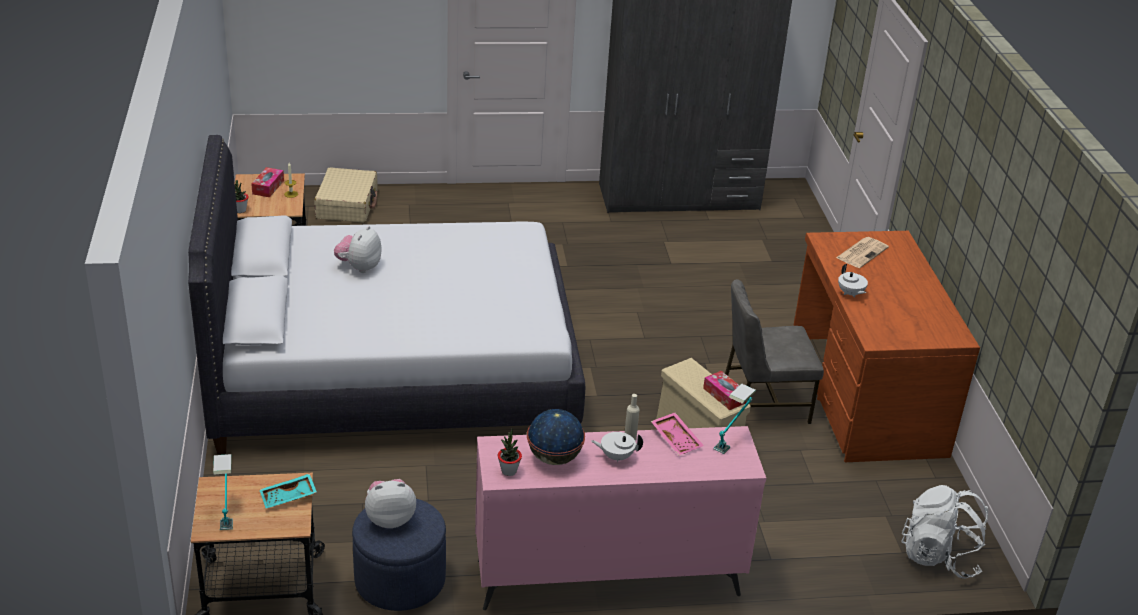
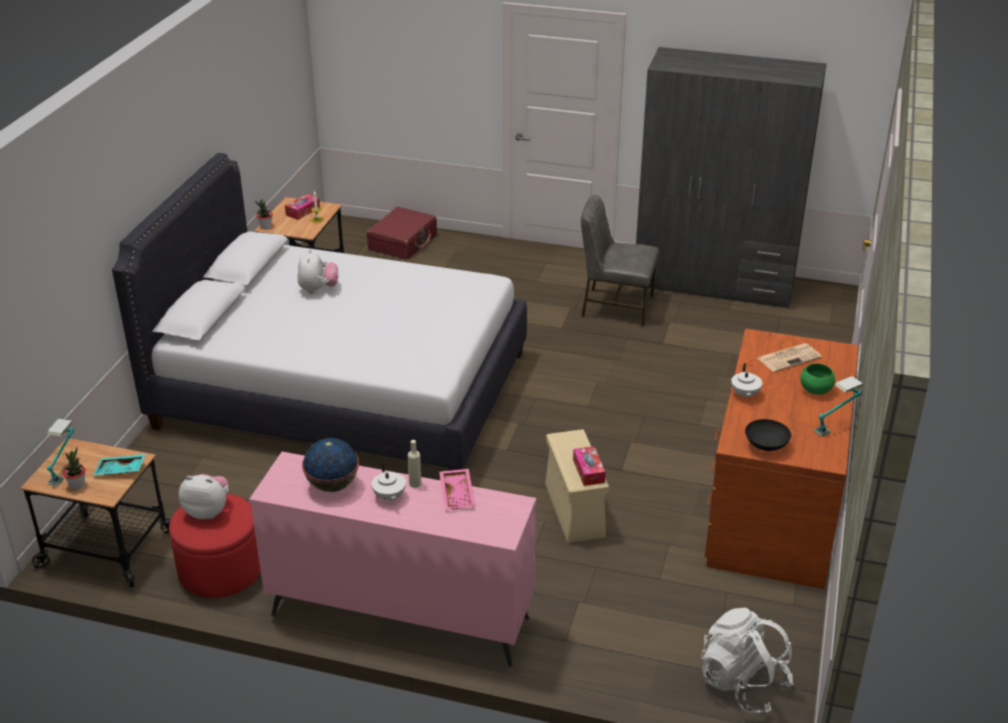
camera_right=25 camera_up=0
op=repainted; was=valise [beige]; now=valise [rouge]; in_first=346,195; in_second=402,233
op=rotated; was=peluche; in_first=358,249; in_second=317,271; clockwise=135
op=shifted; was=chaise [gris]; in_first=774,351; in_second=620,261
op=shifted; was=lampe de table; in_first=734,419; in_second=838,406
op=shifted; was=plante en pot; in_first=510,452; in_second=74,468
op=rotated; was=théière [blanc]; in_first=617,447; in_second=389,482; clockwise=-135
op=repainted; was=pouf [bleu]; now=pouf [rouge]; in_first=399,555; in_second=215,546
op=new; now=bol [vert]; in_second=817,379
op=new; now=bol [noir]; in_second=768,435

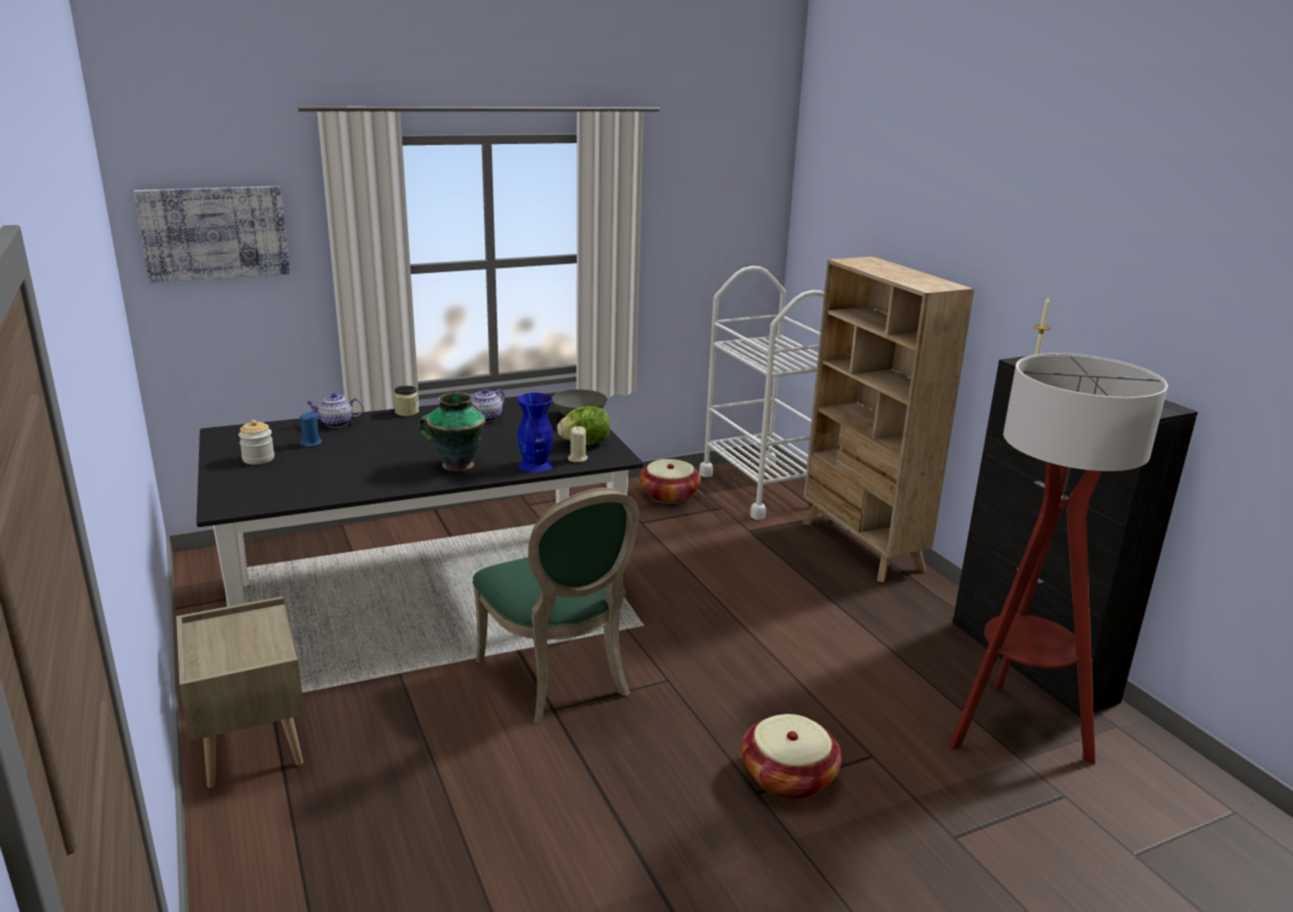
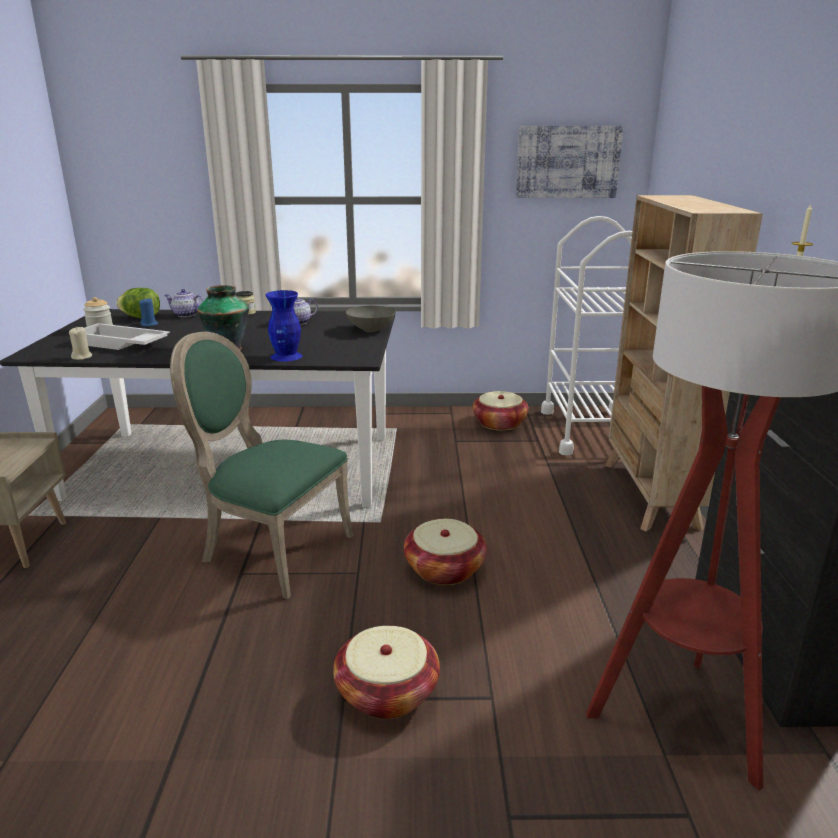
camera_right=25 camera_up=0
op=shifted; was=tableau; in_first=212,234; in_second=569,162
op=shifted; was=laitue; in_first=583,425; in_second=138,303
op=shifted; was=bougie [beige]; in_first=578,444; in_second=80,343
op=rotated; was=chaise [vert]; in_first=555,605; in_second=261,465; clockwise=120
op=new; now=plateau [blanc]; in_second=127,336
op=new; now=panier; in_second=445,552

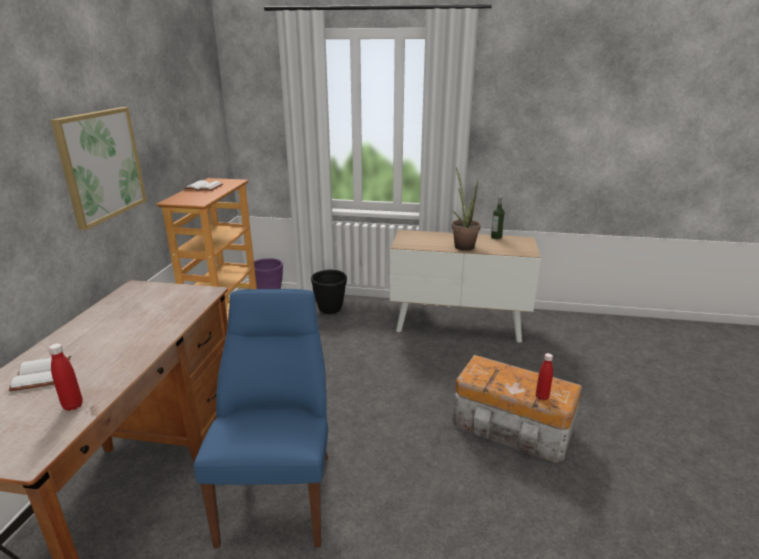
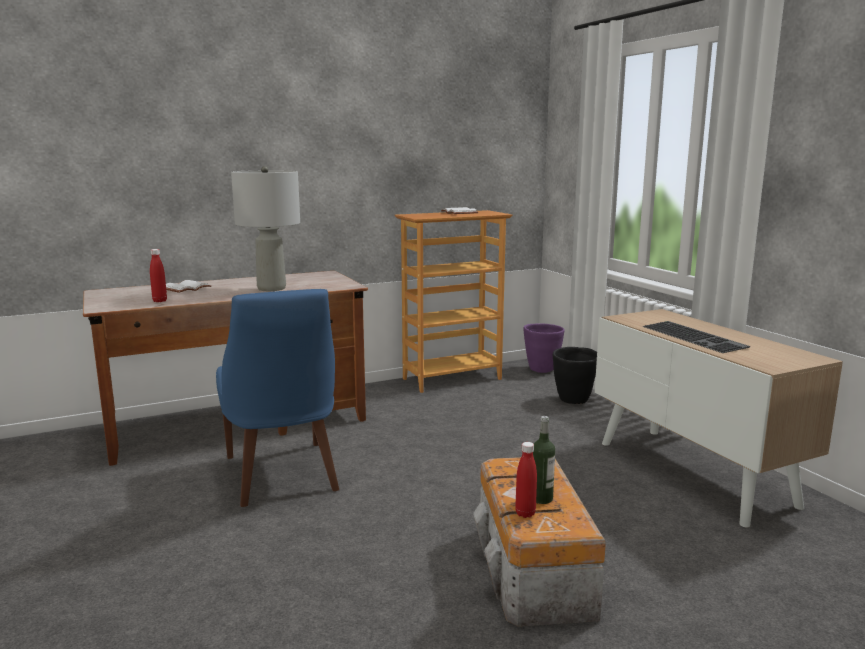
camera_right=55 camera_up=-10
op=gone; was=tableau; in_first=98,168
op=swapped; was=plante en pot; now=clavier; in_first=466,209; in_second=696,337
op=shifted; was=bouteille; in_first=498,217; in_second=544,460
op=rotated; was=chaise [bleu]; in_first=261,418; in_second=277,398; clockwise=105
op=new; now=lampe de table [gris]; in_second=265,228

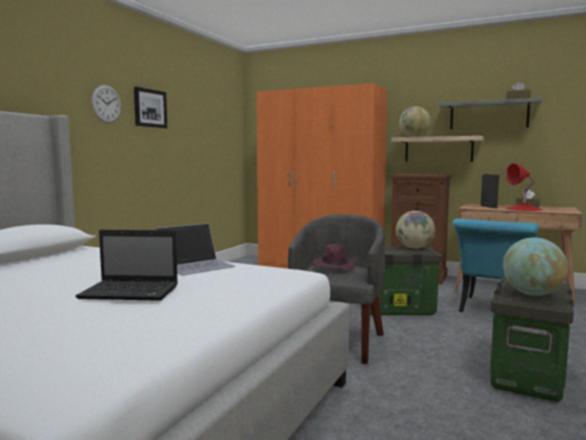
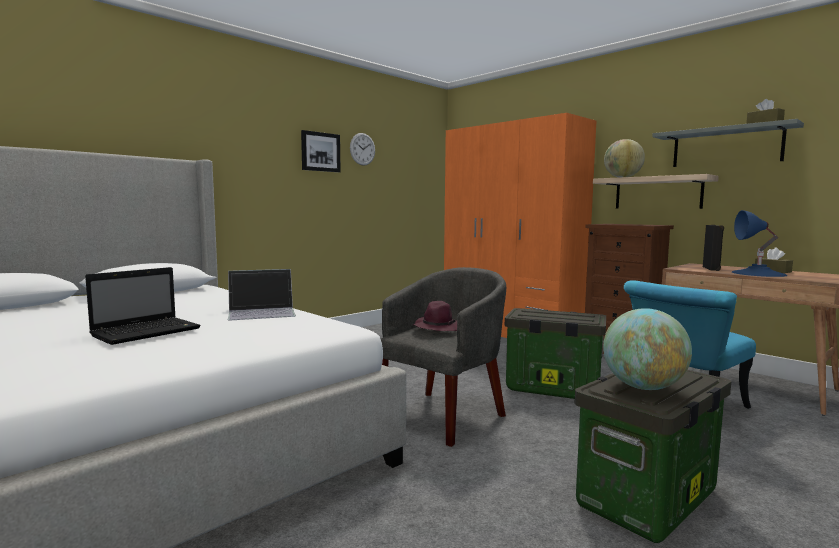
camera_right=20 camera_up=0
op=shifted; was=horloge murale; in_first=106,104; in_second=362,149
op=repainted; was=lampe de table [rouge]; now=lampe de table [bleu]; in_first=524,187; in_second=759,243
op=gone; was=globe; in_first=415,230
op=rotated; was=ordinateur portable; in_first=126,265; in_second=143,306; clockwise=-75

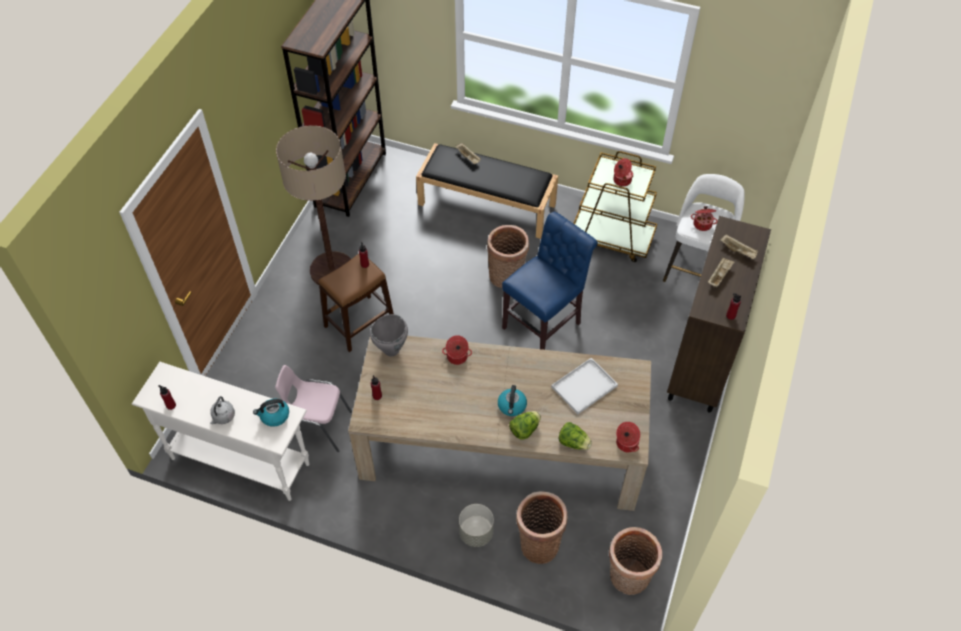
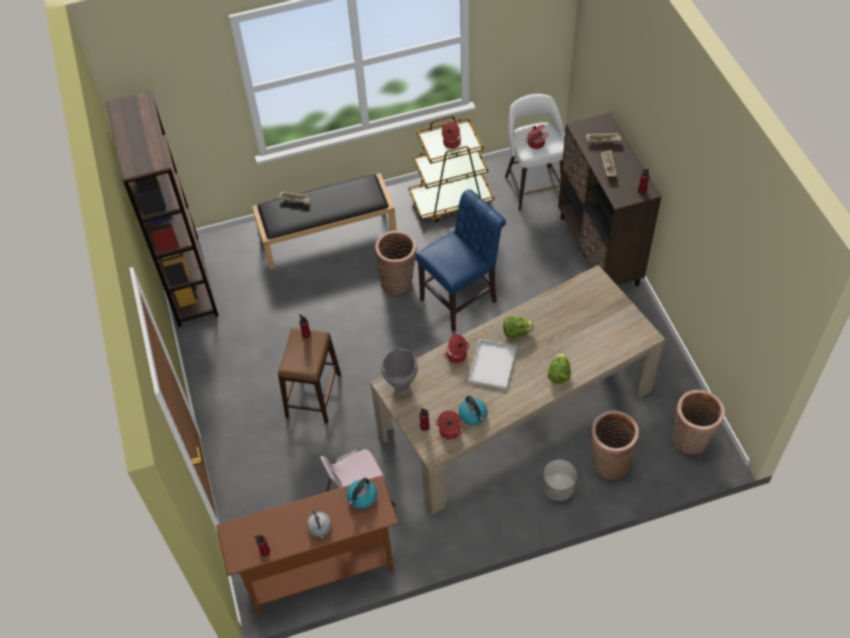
camera_right=-35 camera_up=0
op=gone; was=lampadaire; in_first=313,205
op=rotated; was=chaise [bleu]; in_first=550,281; in_second=461,260; clockwise=45
op=shifted; was=plateau [blanc]; in_first=584,386; in_second=492,364
op=repainted; was=table console [blanc]; now=table console [marron]; in_first=221,431; in_second=307,544
op=shifted; was=bouilloire; in_first=512,400; in_second=473,410
op=shifted; was=laitue; in_first=575,436; in_second=518,328
op=shifted; was=marmite; in_first=628,437; in_second=449,425

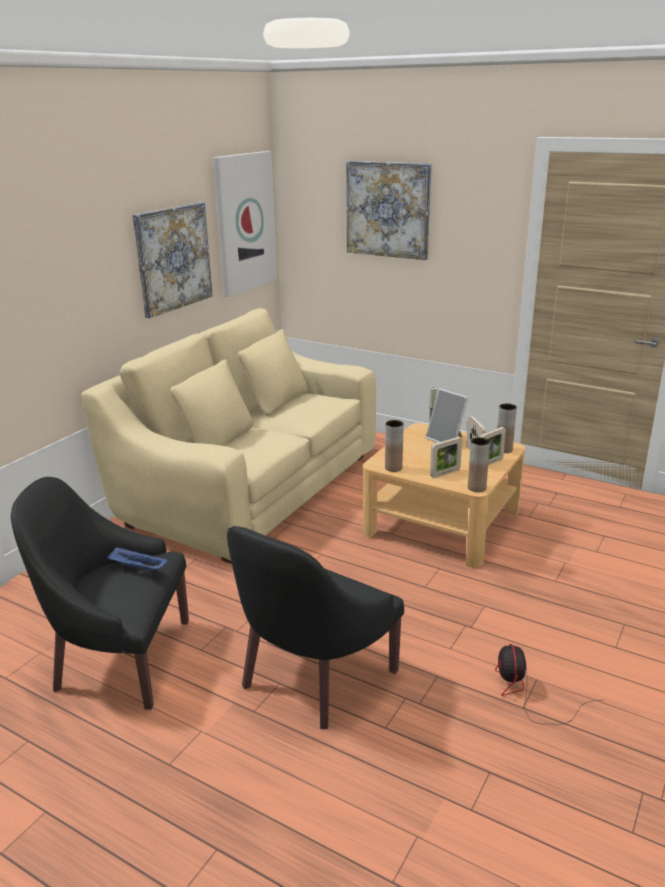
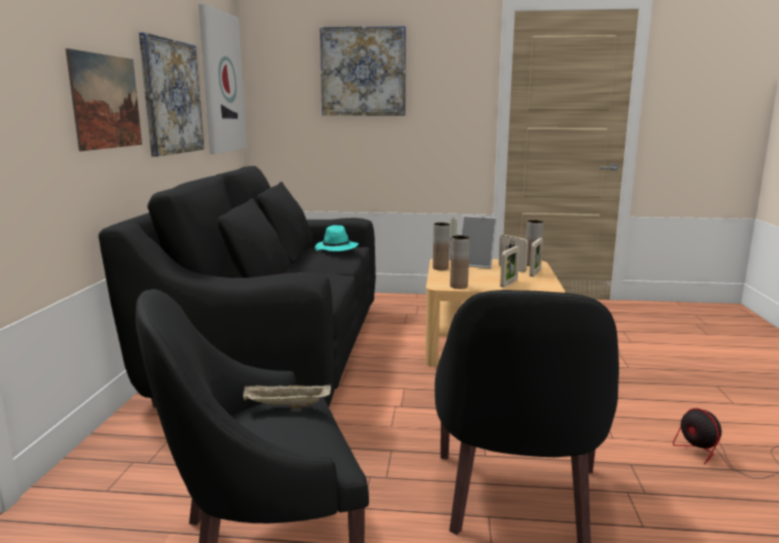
camera_right=-25 camera_up=-10
op=repainted; was=canapé [beige]; now=canapé [noir]; in_first=228,436; in_second=237,287
op=shifted; was=vase [marron]; in_first=479,464; in_second=441,246
op=repainted; was=plateau [bleu]; now=plateau [beige]; in_first=137,559; in_second=287,396
op=new; now=tableau; in_second=104,100
op=new; now=chapeau [turquoise]; in_second=337,238

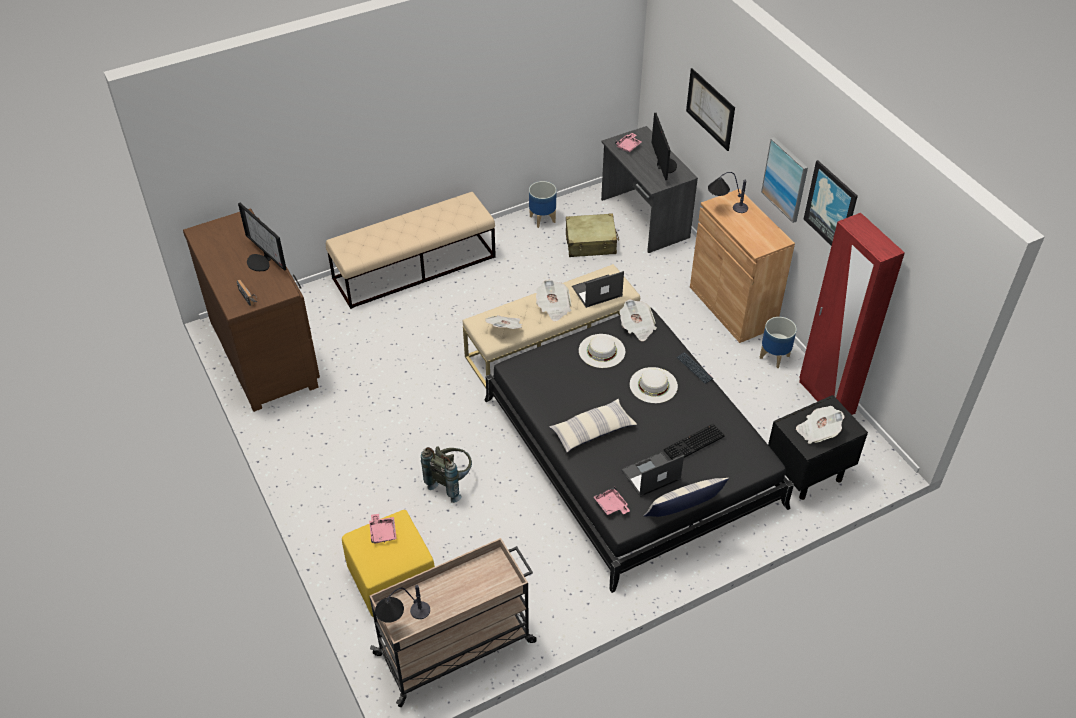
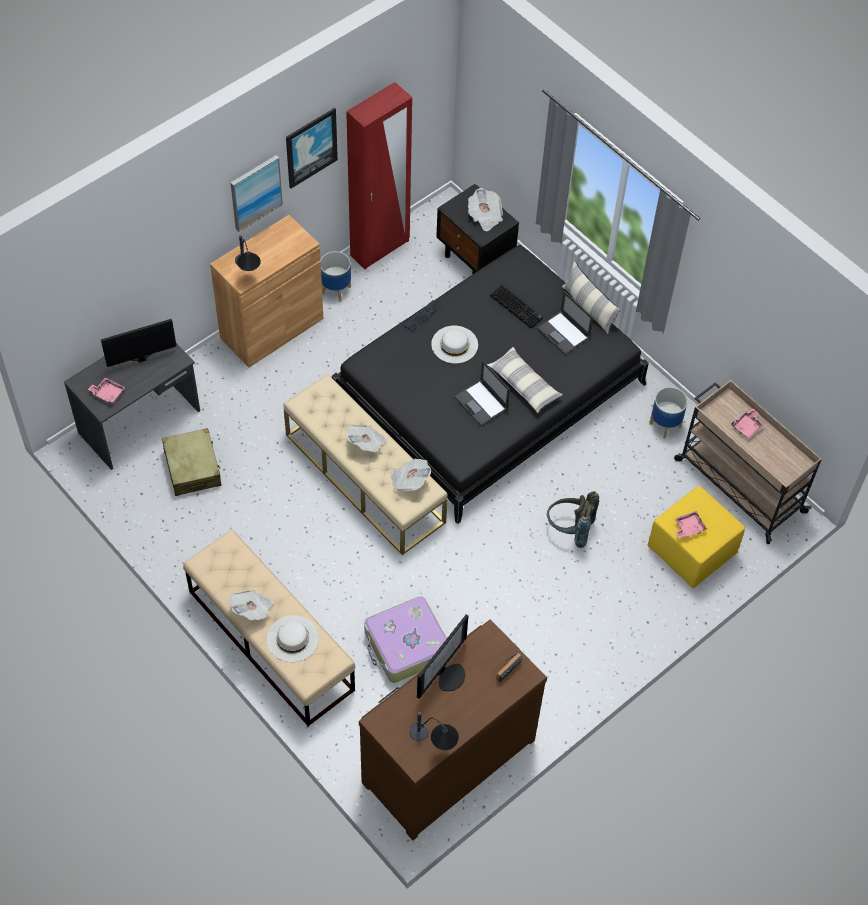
camera_right=-105 camera_up=10
op=gone; was=tableau; in_first=710,109
op=shifted; was=cache-pot; in_first=542,204; in_second=668,412
op=shifted; was=ordinateur portable; in_first=598,289; in_second=482,393
op=shifted; was=journal; in_first=638,320; in_second=251,605
op=shifted; was=chapeau [blanc]; in_first=602,351; in_second=293,638
op=shifted; was=plateau [rose]; in_first=612,500; in_second=747,424
op=shifted; was=lampe de table; in_first=402,604; in_second=434,731
op=new; now=valise; in_second=405,639

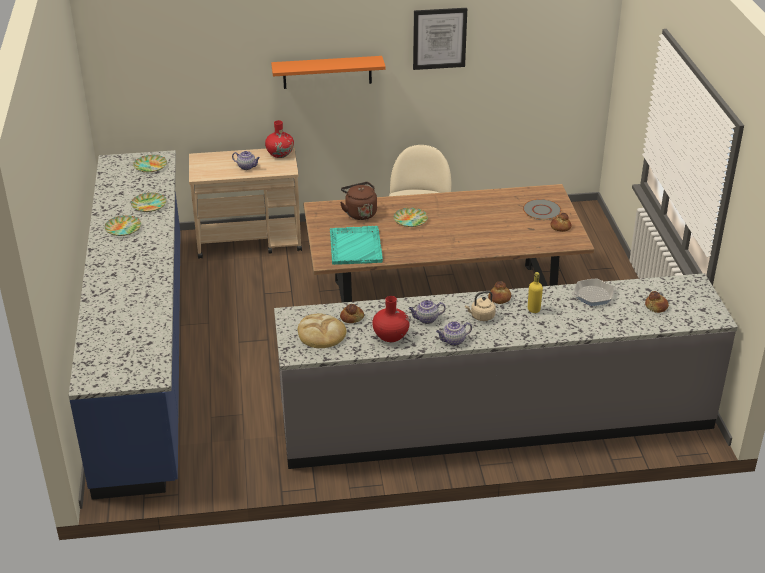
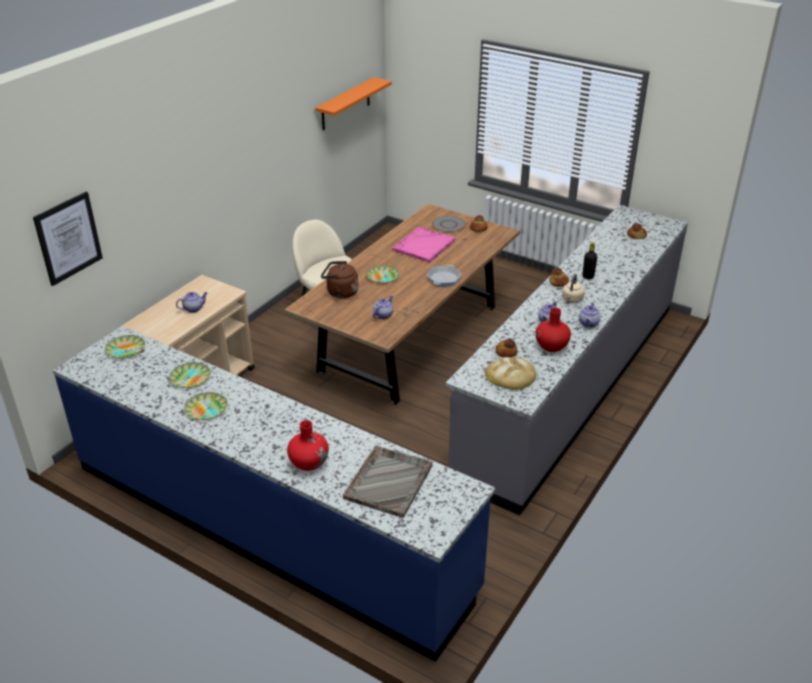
camera_right=-50 camera_up=0
op=shifted; was=tableau; in_first=440,39; in_second=68,239
op=shifted; was=étagère [orange]; in_first=328,72; in_second=353,104
op=shifted; was=vase [rouge]; in_first=279,139; in_second=308,445
op=swapped; was=plateau [turquoise]; now=théière; in_first=356,245; in_second=383,307
op=repainted; was=bouteille [jaune]; now=bouteille [noir]; in_first=535,292; in_second=589,260
op=shifted; was=poêle; in_first=594,292; in_second=444,275
op=new; now=plateau [rose]; in_second=424,245
op=new; now=plateau [gris]; in_second=387,482

